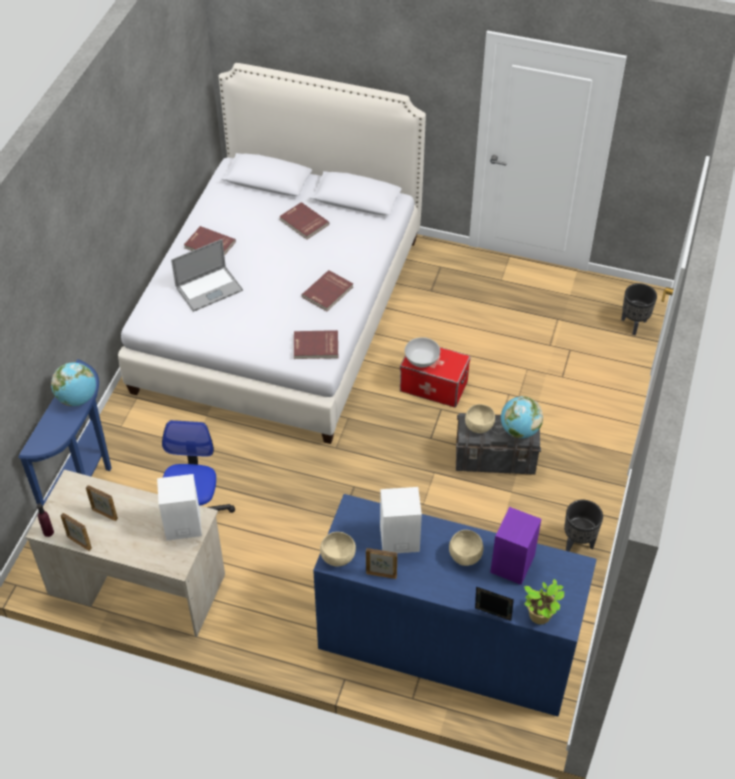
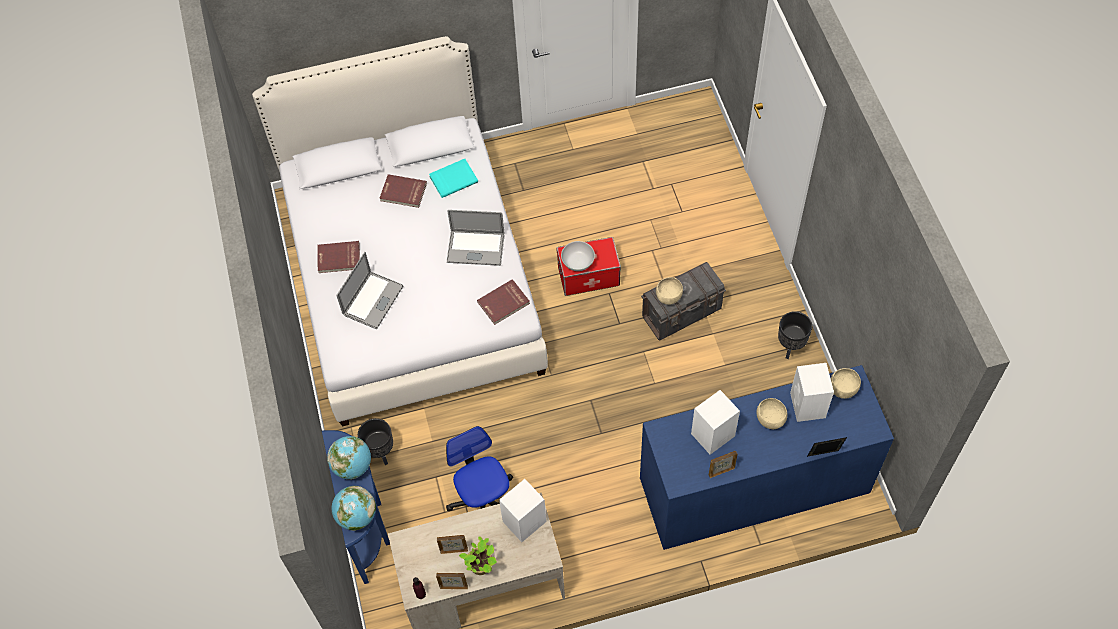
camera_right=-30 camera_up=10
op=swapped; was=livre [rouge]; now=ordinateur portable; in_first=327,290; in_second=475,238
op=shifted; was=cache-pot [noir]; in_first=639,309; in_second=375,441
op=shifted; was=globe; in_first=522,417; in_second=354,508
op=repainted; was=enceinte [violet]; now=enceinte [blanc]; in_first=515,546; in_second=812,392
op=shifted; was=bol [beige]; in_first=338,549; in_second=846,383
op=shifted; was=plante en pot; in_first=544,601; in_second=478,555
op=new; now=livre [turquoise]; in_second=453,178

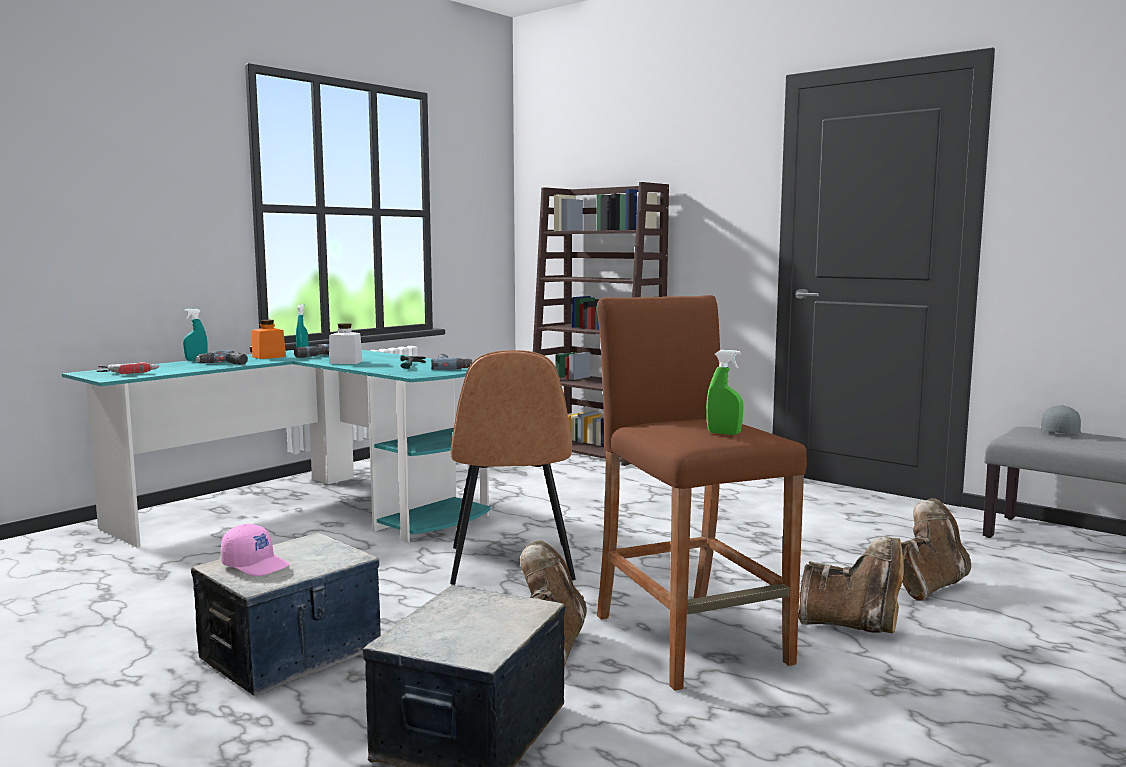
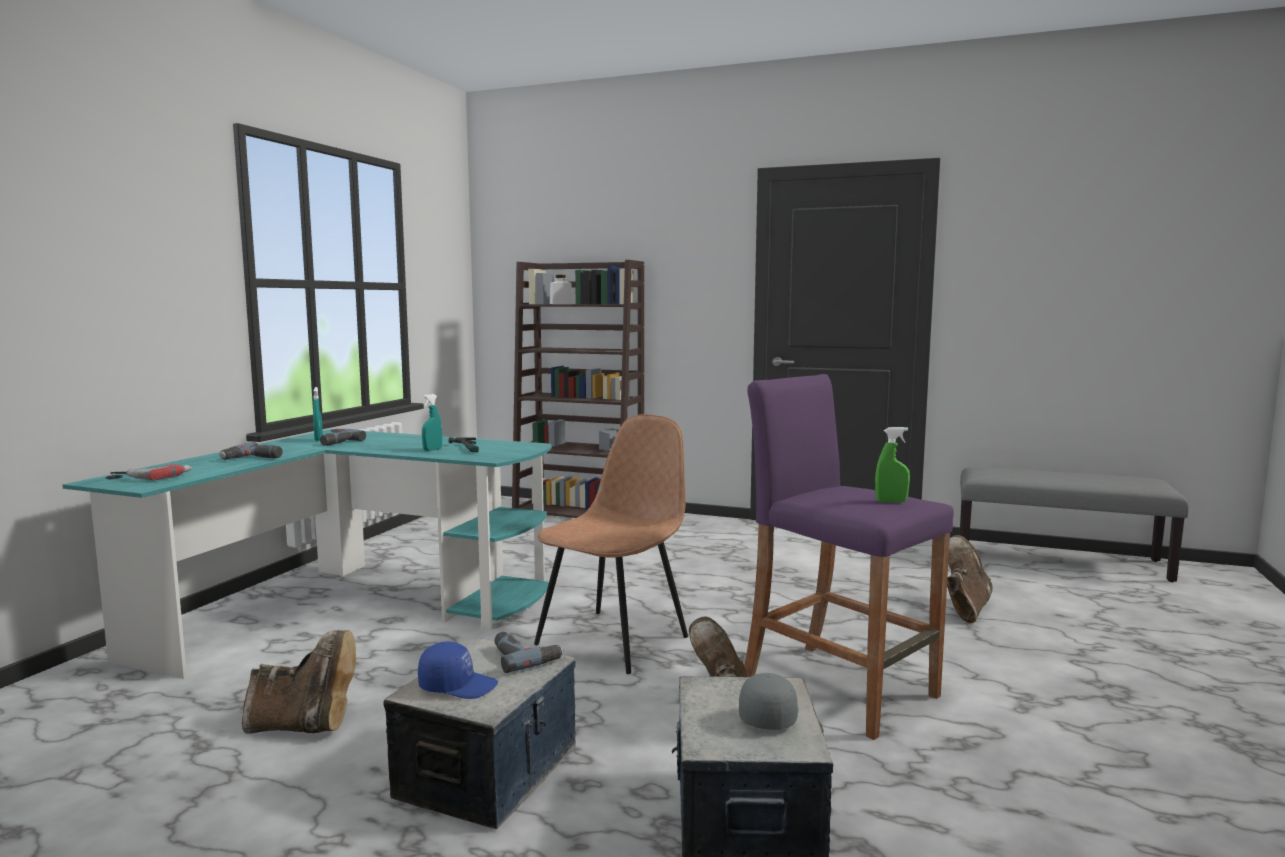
camera_right=-20 camera_up=0
op=repainted; was=tabouret [marron]; now=tabouret [violet]; in_first=702,493; in_second=849,557
op=shifted; was=vaporisateur [turquoise]; in_first=195,334; in_second=432,422
op=gone; was=bocal [orange]; in_first=269,339
op=shifted; was=bocal [blanc]; in_first=346,343; in_second=561,289
op=rotated; was=chaise [marron]; in_first=513,467; in_second=611,544; clockwise=-120
op=shifted; was=perceuse; in_first=452,362; in_second=529,652
op=shifted; was=casquette [gris]; in_first=1061,419; in_second=769,701
op=repainted; was=casquette [rose]; now=casquette [bleu]; in_first=255,550; in_second=458,670
op=shifted; was=botte [marron]; in_first=851,585; in_second=299,682

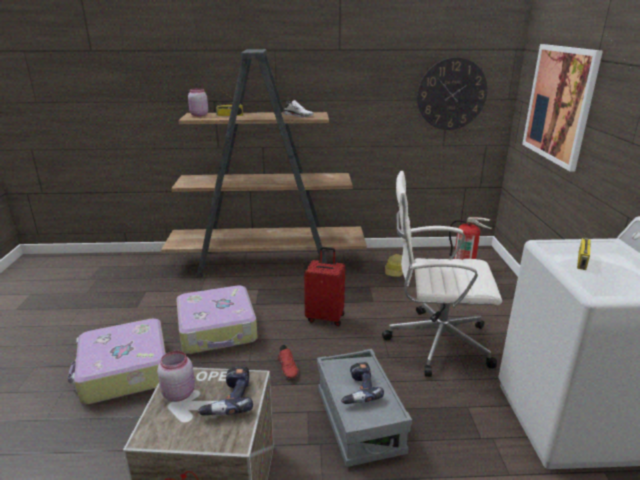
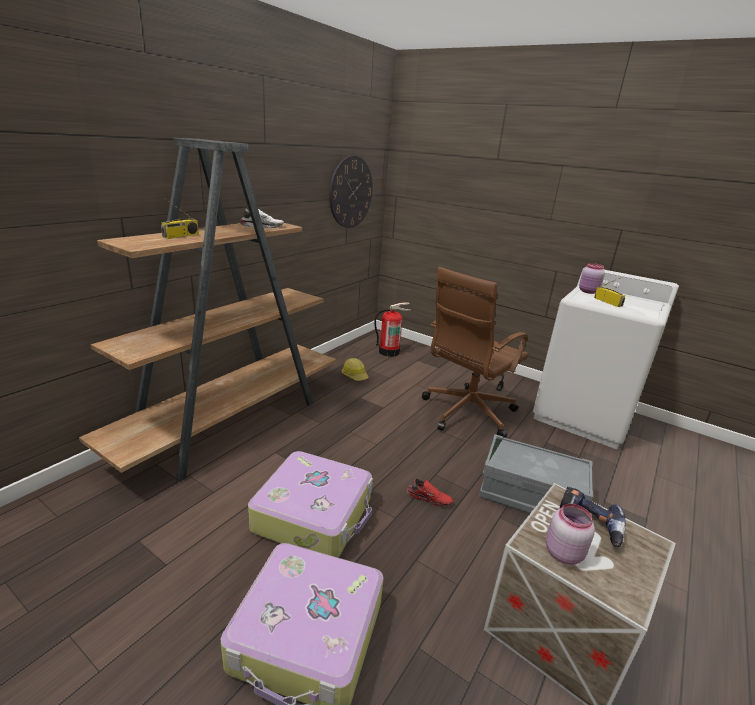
camera_right=-55 camera_up=0
op=gone; was=tableau; in_first=562,107
op=shifted; was=bocal [rose]; in_first=198,102; in_second=592,278
op=repainted; was=chaise de bureau [blanc]; now=chaise de bureau [marron]; in_first=442,274; in_second=475,352
op=gone; was=valise [rouge]; in_first=324,286
op=gone; was=perceuse; in_first=362,383

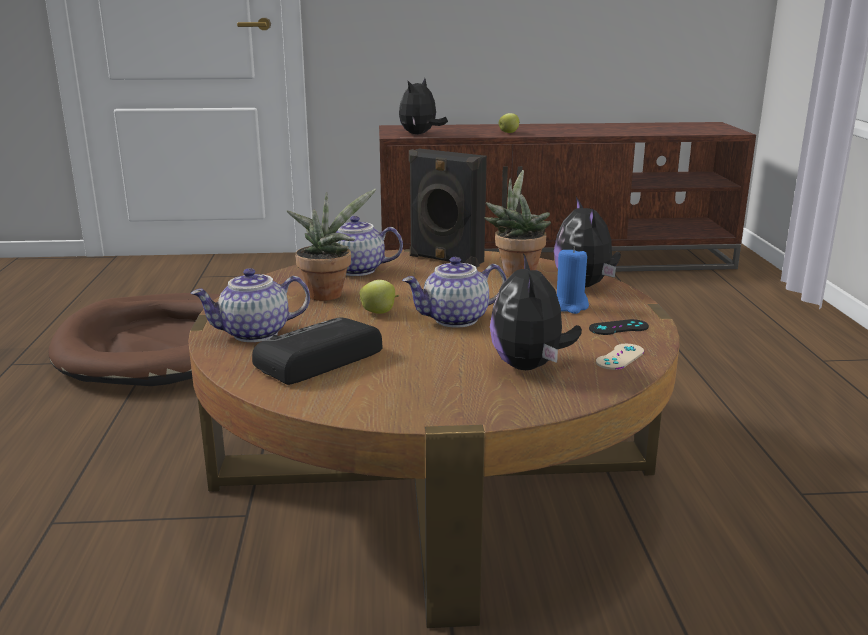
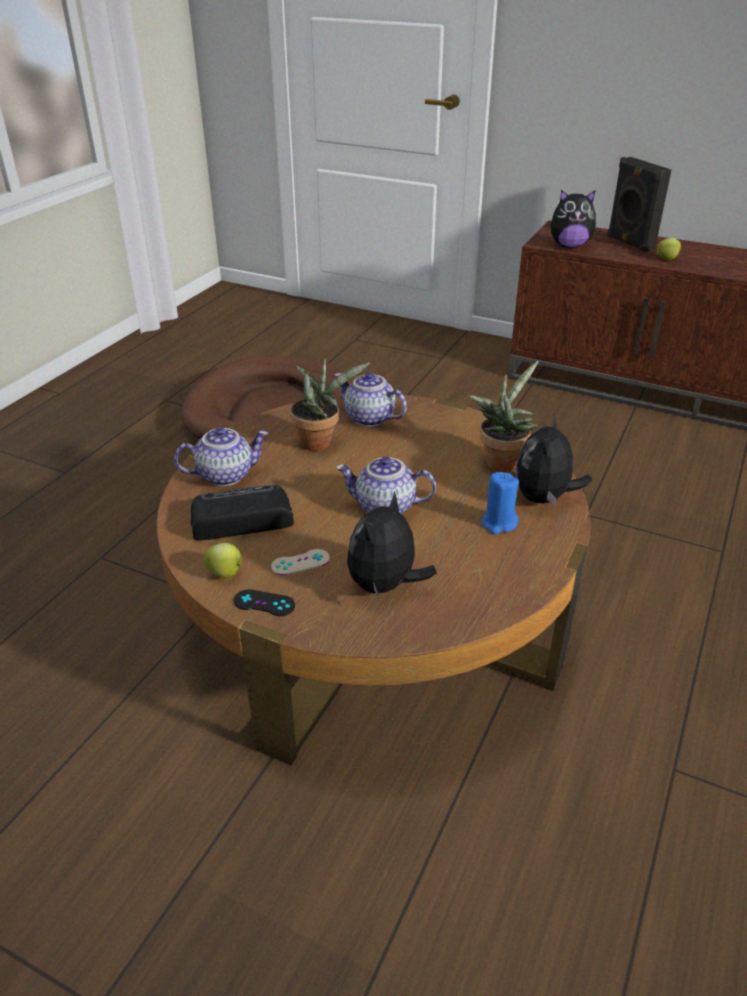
camera_right=30 camera_up=15
op=rotated; was=peluche; in_first=423,106; in_second=573,219; clockwise=-150
op=shifted; was=enceinte [noir]; in_first=448,208; in_second=639,204
op=rotated; was=théière; in_first=250,305; in_second=221,456; clockwise=150
op=shifted; was=pomme; in_first=379,297; in_second=223,560
op=shifted; was=manette [noir]; in_first=619,327; in_second=264,602
op=shifted; was=manette [beige]; in_first=620,357; in_second=300,562

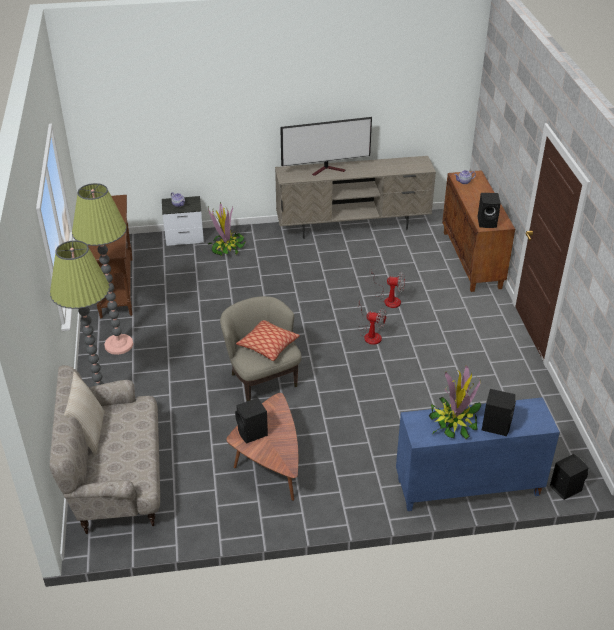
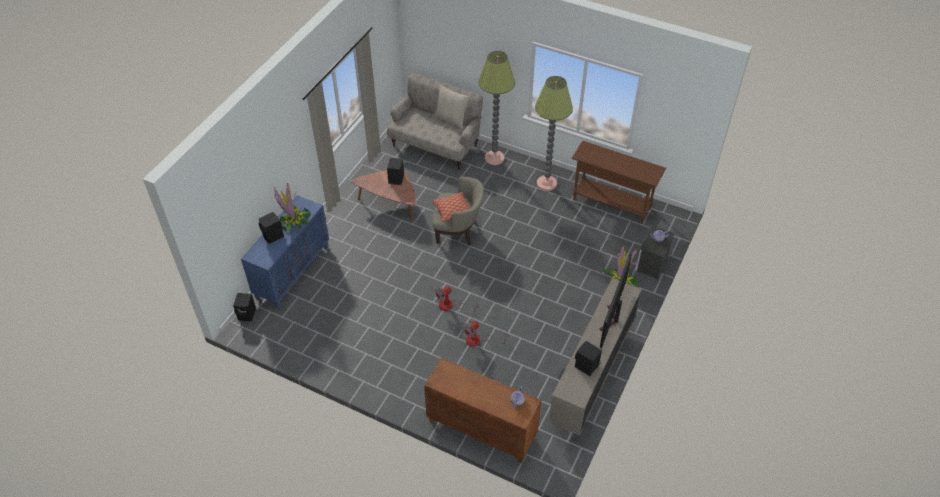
camera_right=125 camera_up=10
op=shifted; was=enceinte [noir]; in_first=489,210; in_second=588,358

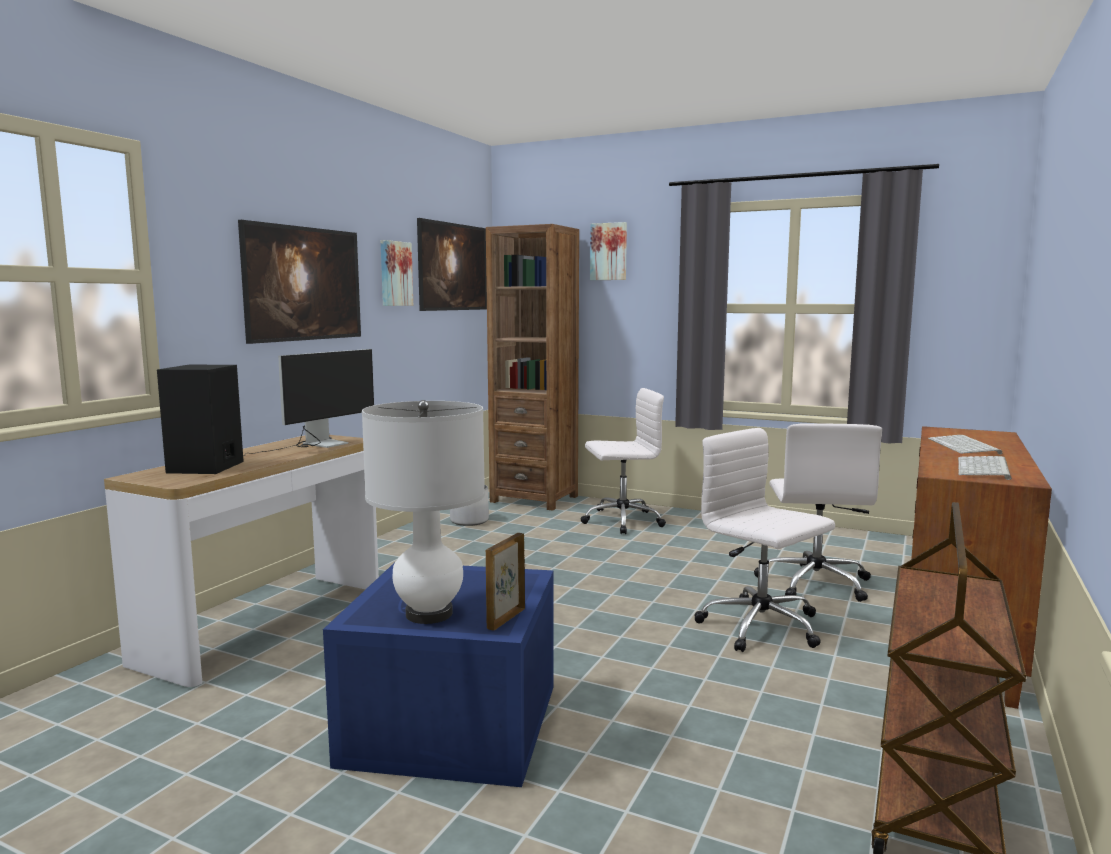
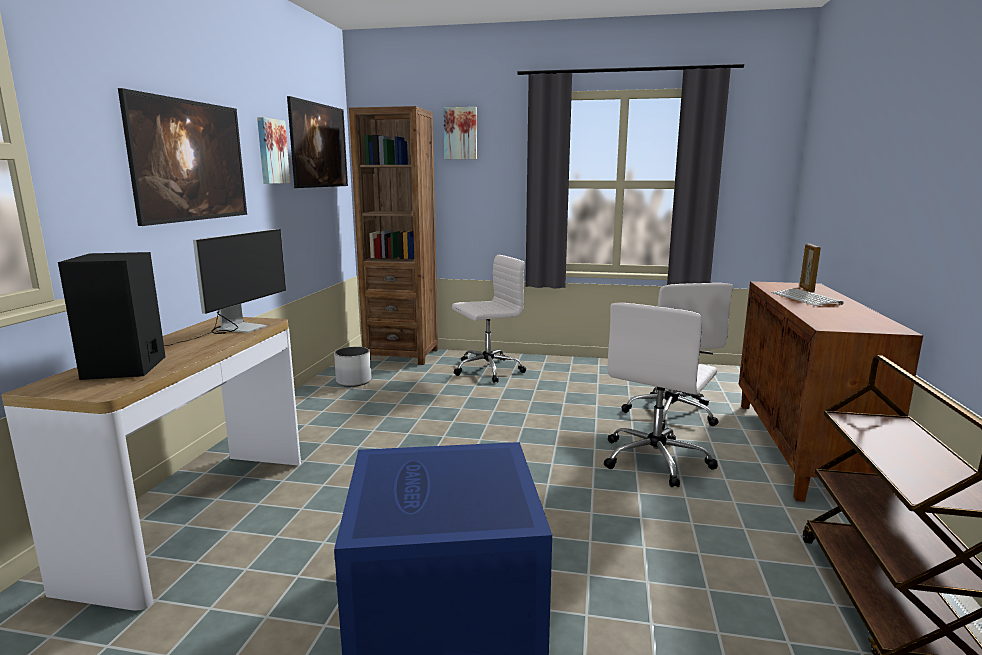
camera_right=-15 camera_up=5
op=gone; was=lampe de table [blanc]; in_first=423,512
op=rotated; was=chaise de bureau [blanc]; in_first=764,540; in_second=661,395; clockwise=-90
op=gone; was=clavier; in_first=985,468
op=shifted; was=cadre photo; in_first=505,581; in_second=810,268

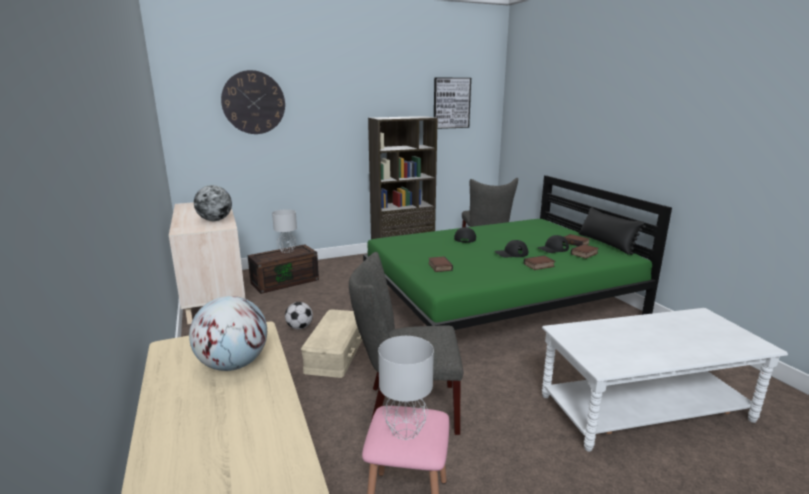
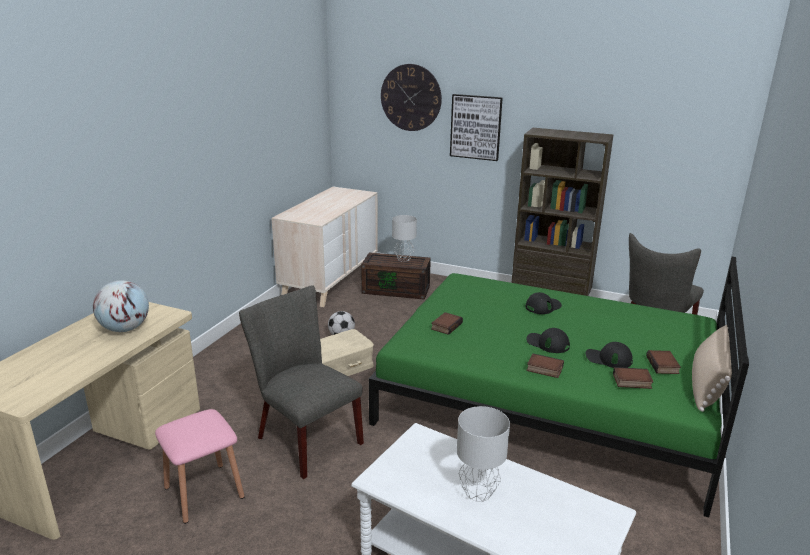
camera_right=45 camera_up=5
op=shifted; was=tableau; in_first=452,103; in_second=476,127
op=gone; was=globe; in_first=213,203
op=repainted; was=coussin [noir]; now=coussin [beige]; in_first=612,231; in_second=712,368
op=shifted; was=lampe de table [gris]; in_first=406,388; in_second=483,454

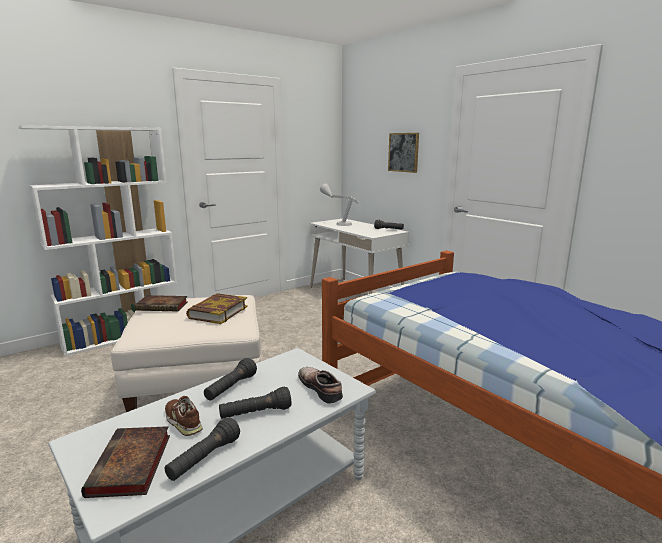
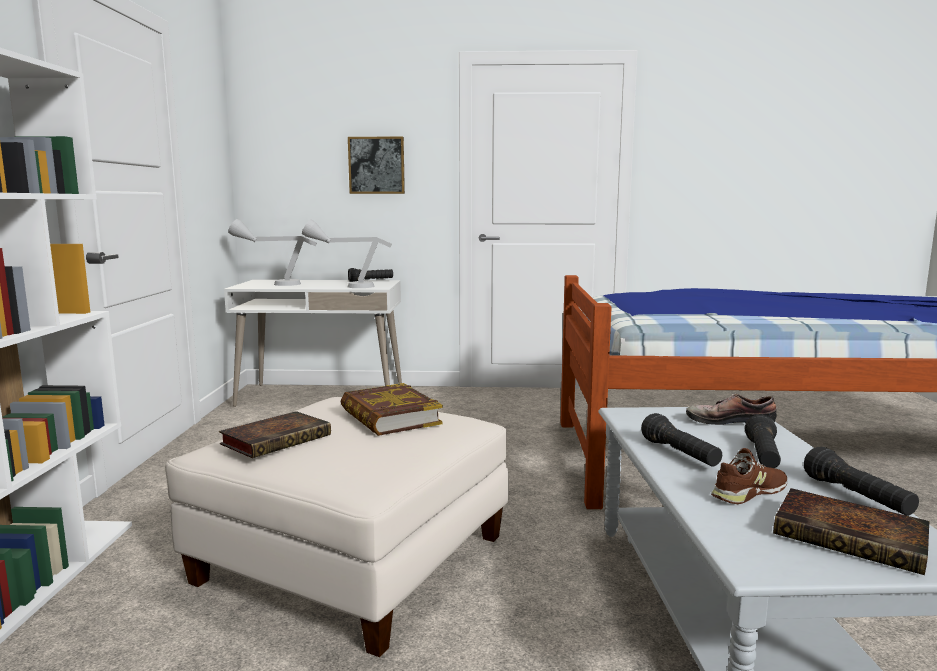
camera_right=-50 camera_up=-5
op=rotated; was=chaussure [marron]; in_first=184,416; in_second=749,476; clockwise=150
op=new; now=lampe de table [gris]; in_second=347,253

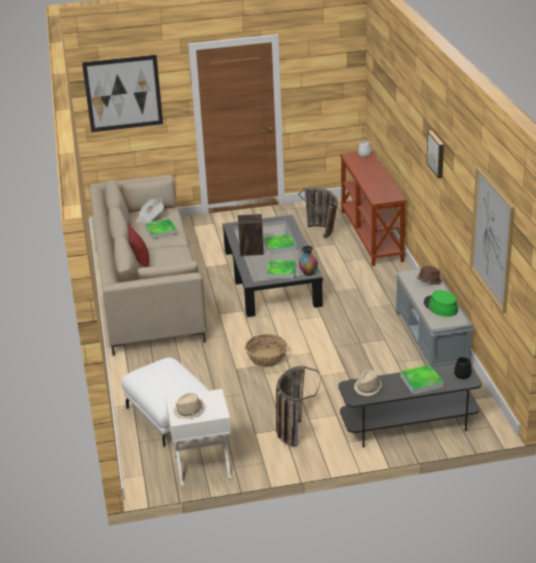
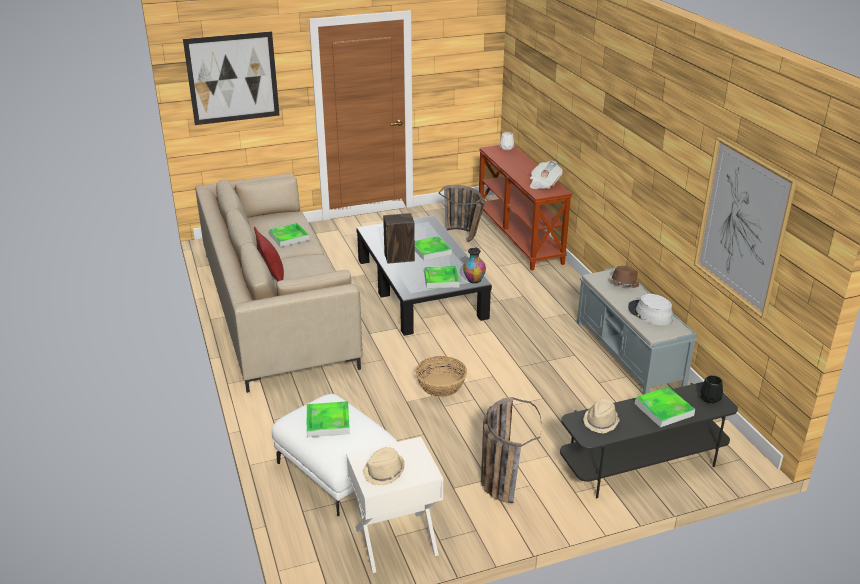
camera_right=-10 camera_up=0
op=gone; was=tableau; in_first=435,154
op=shifted; was=journal; in_first=150,210; in_second=546,175
op=repainted; was=chapeau [vert]; now=chapeau [gris]; in_first=441,303; in_second=650,309
op=new; now=plateau; in_second=328,419

